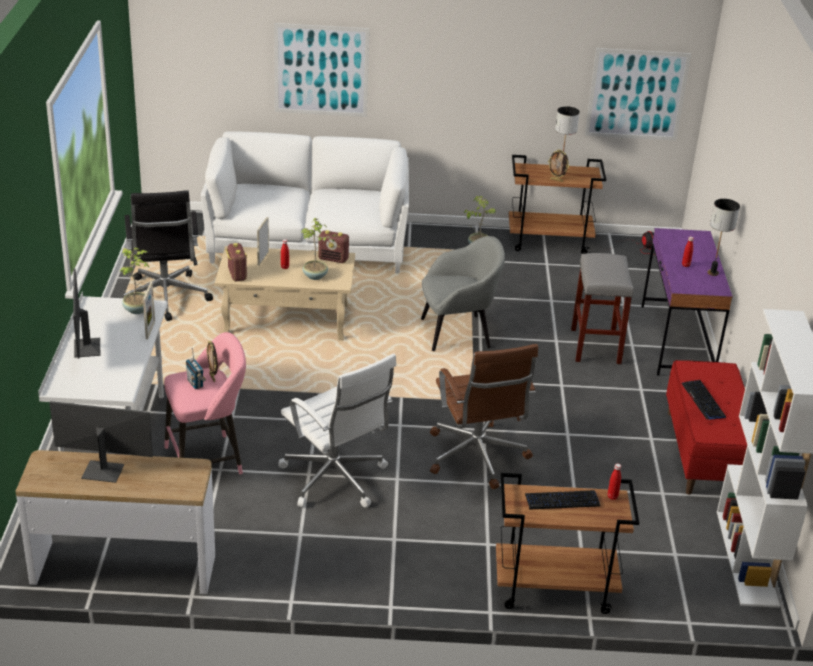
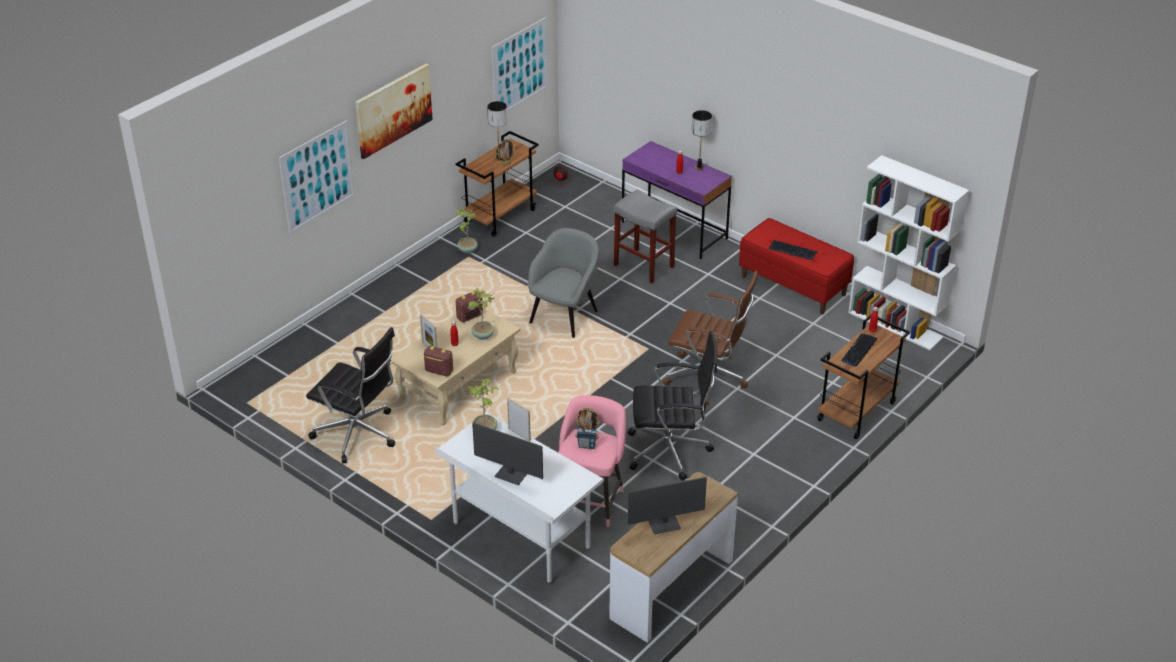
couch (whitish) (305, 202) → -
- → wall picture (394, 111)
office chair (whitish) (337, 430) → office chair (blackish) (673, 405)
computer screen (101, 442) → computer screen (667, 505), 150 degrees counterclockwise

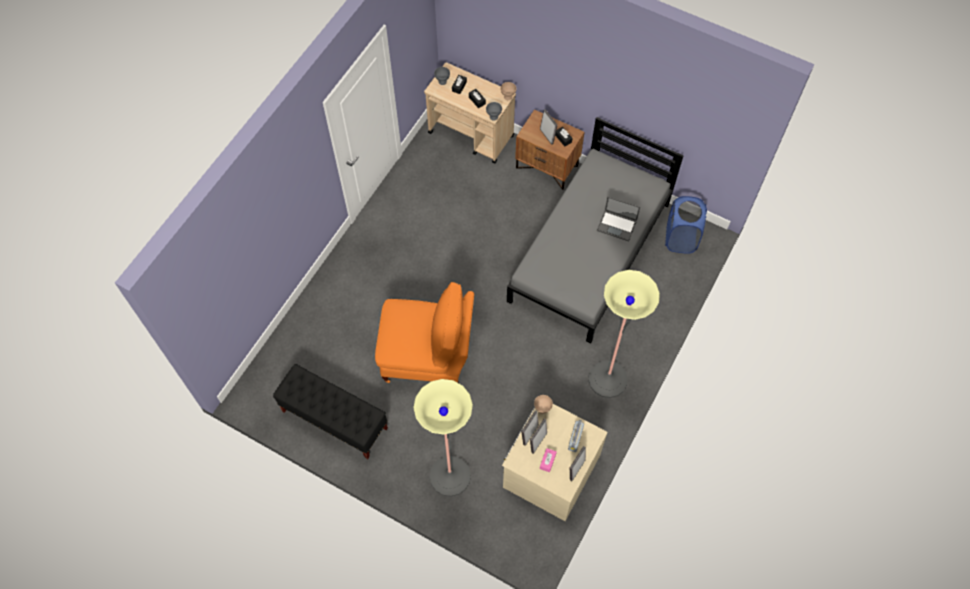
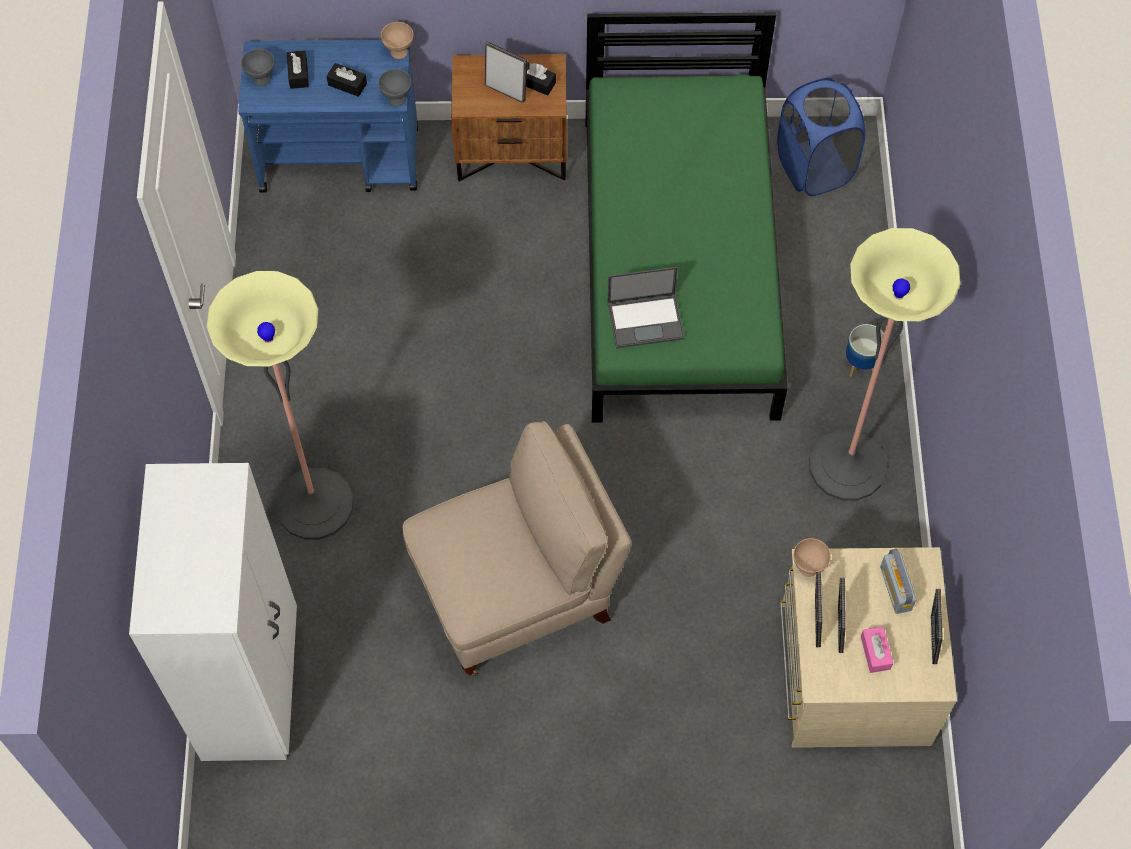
long seat (blackish) (330, 411) → -
- → wardrobe (whitish) (213, 612)
- → planter (865, 350)
standing lamp (443, 438) → standing lamp (280, 405), moved
notebook computer (618, 219) → notebook computer (646, 307), moved
plain chair (orange) (424, 332) → plain chair (sand-coloured) (517, 548)
cart (sand-coloured) (470, 112) → cart (bluish) (328, 116)
bed (grey) (595, 230) → bed (greenish) (687, 217)

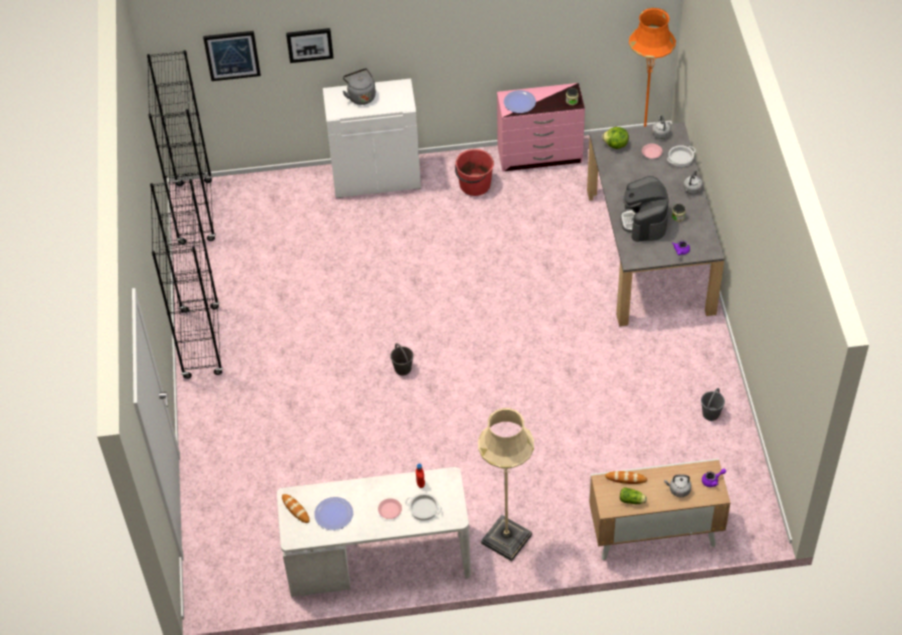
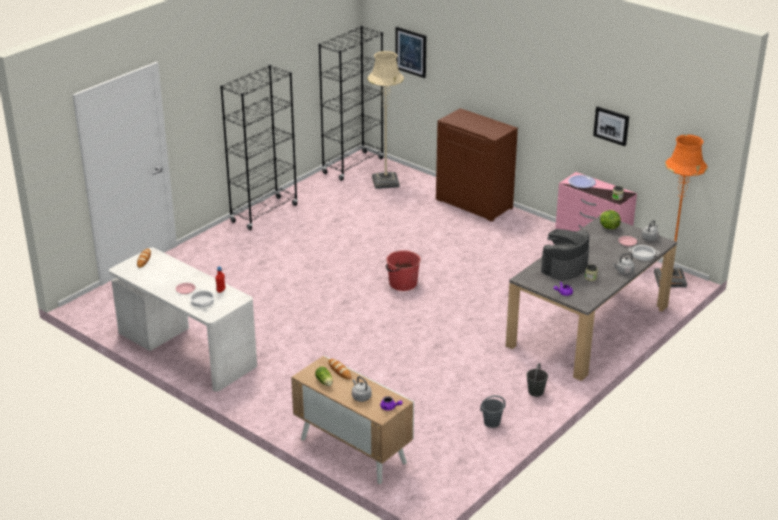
flat dish (333, 513) → -
kettle (grey) (359, 86) → -
wall picture (310, 45) → wall picture (611, 126), moved
pail (grey) (402, 359) → pail (grey) (537, 380), moved
pail (red) (474, 172) → pail (red) (403, 270), moved
standing lamp (sand-coloured) (506, 484) → standing lamp (sand-coloured) (386, 120), moved
cupboard (whitish) (372, 138) → cupboard (brown-coloured) (477, 165)

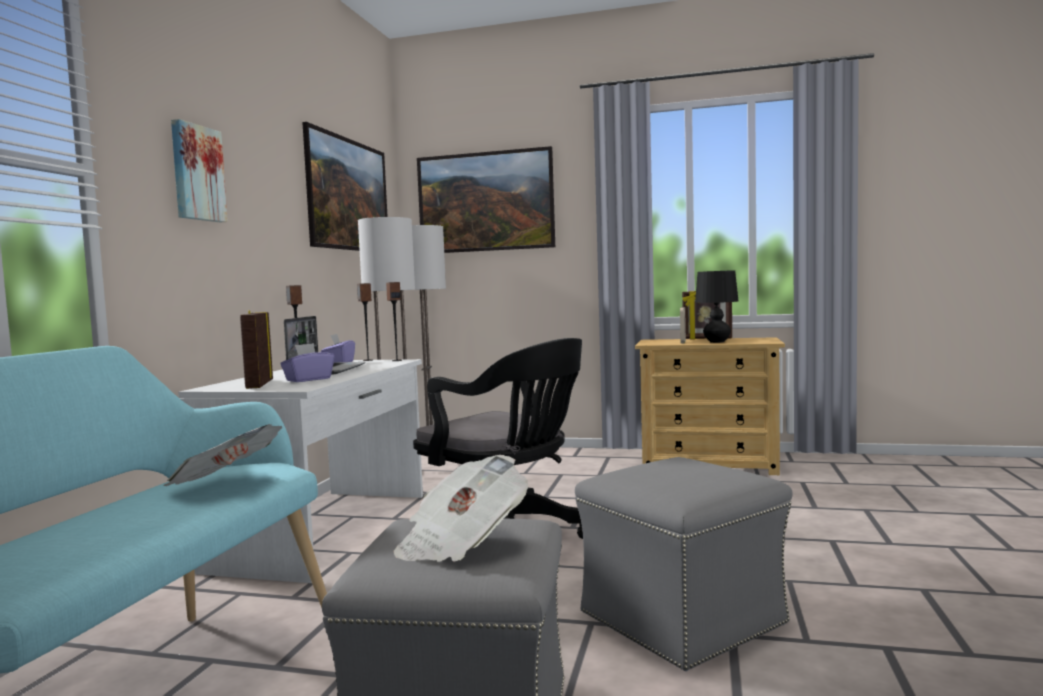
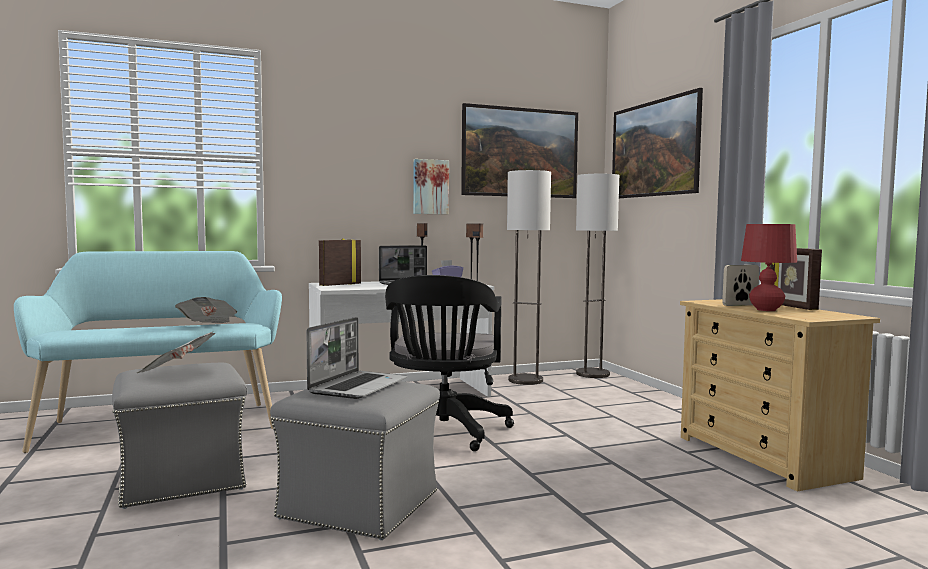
tissue box (purplish) (307, 362) → -
- → notebook computer (357, 358)
wall picture (199, 170) → wall picture (431, 186), moved
table lamp (blackish) (716, 306) → table lamp (red) (769, 267)

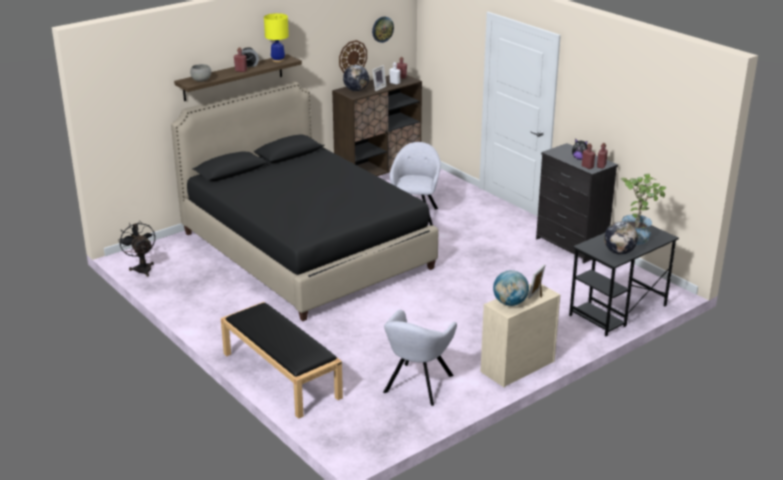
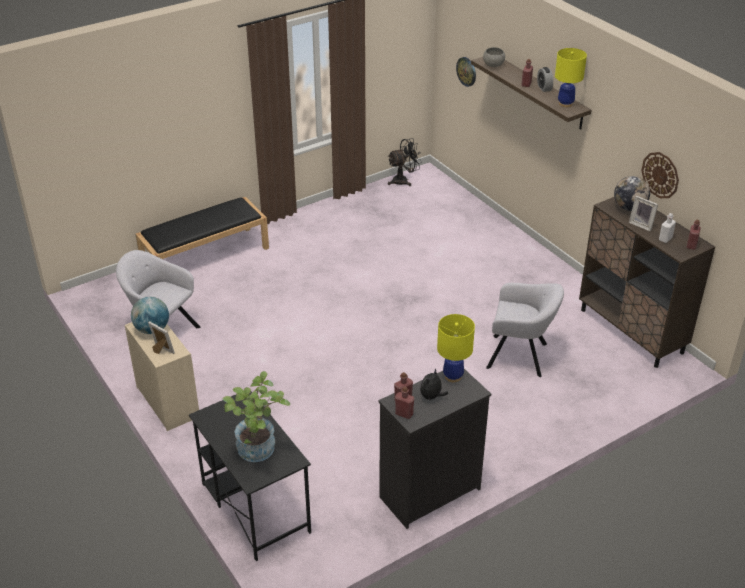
bed (blackish) (305, 201) → -
globe (621, 238) → -
- → table lamp (yellowish) (456, 348)
hanging clock (383, 30) → hanging clock (466, 72), moved

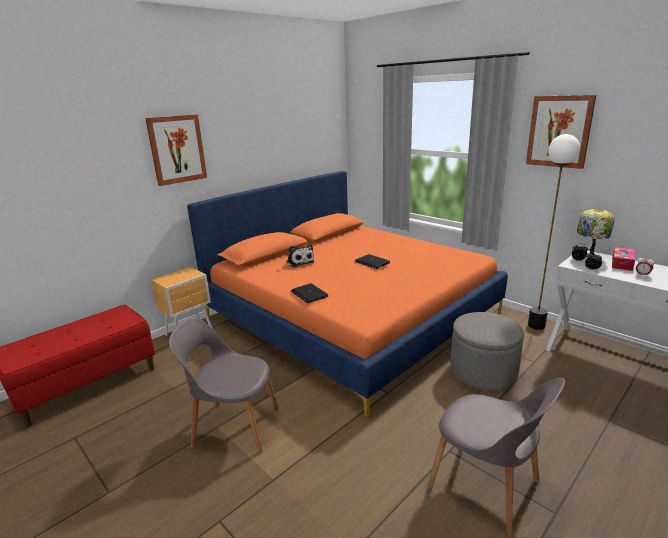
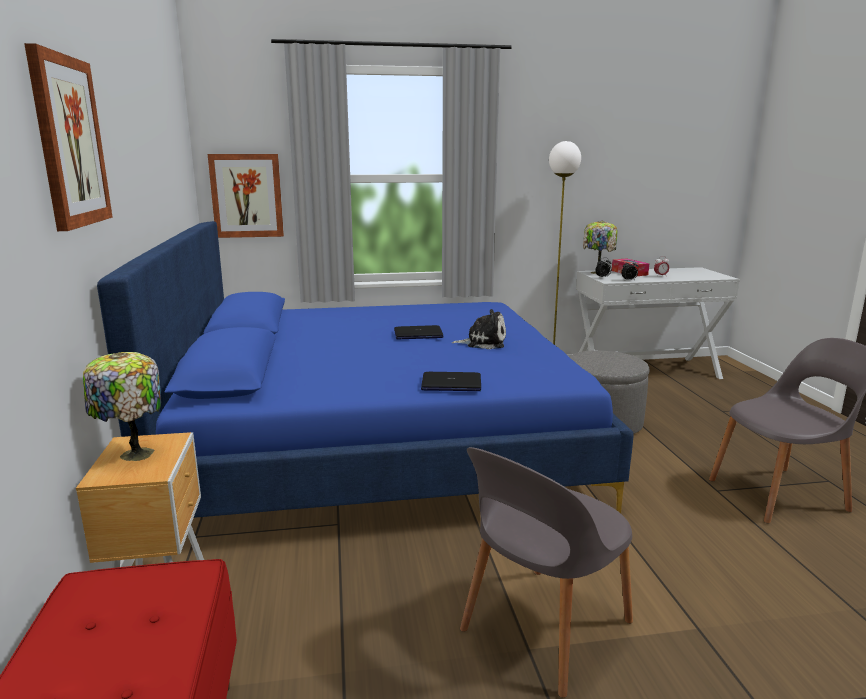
- → table lamp (122, 406)
cuddly toy (300, 255) → cuddly toy (478, 329), moved
wall picture (561, 132) → wall picture (246, 196), moved
bed (orange) (347, 294) → bed (bluish) (365, 369)

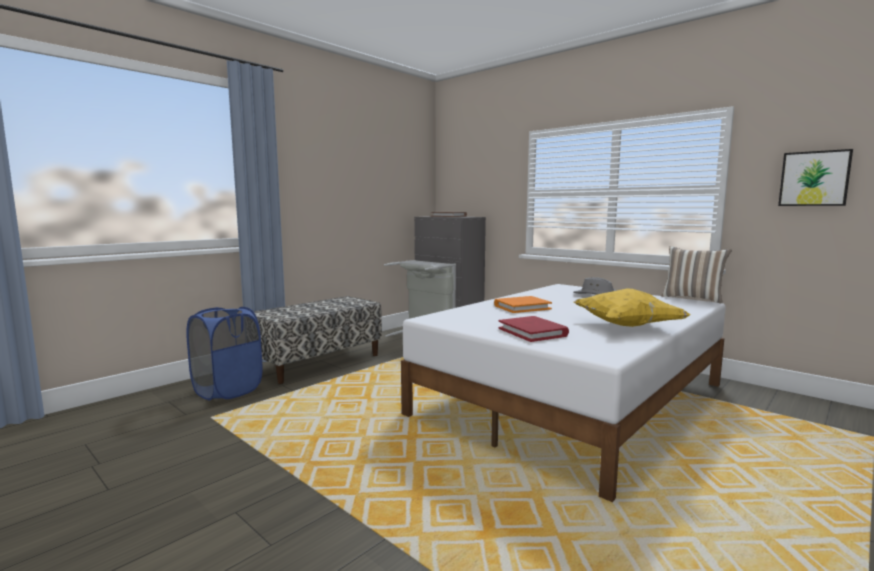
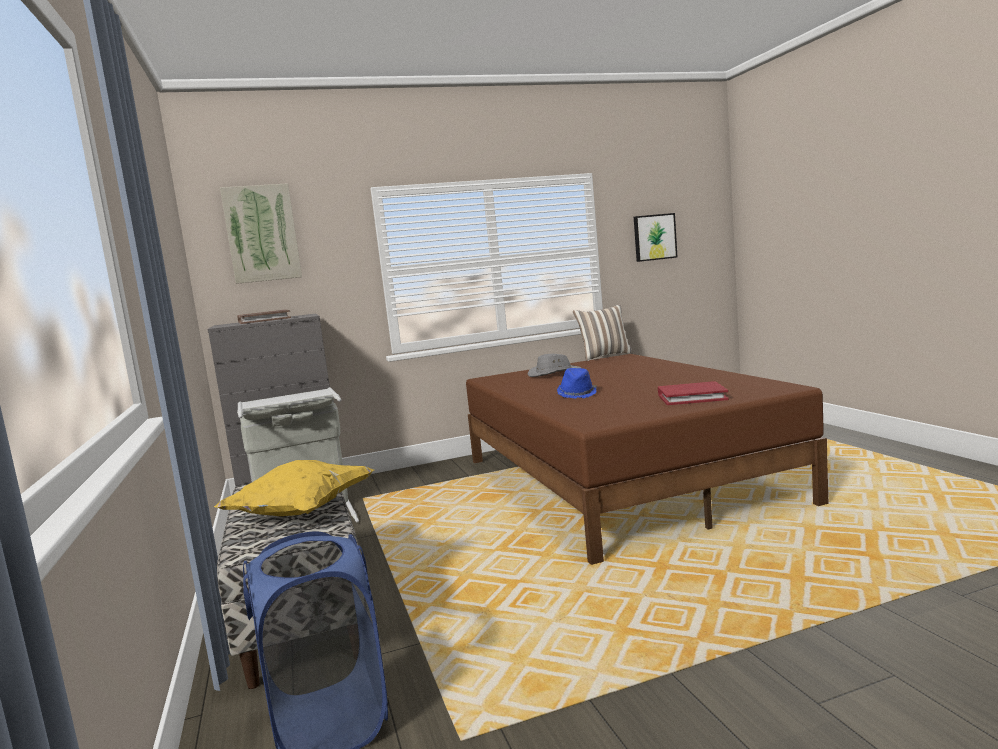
- → wall picture (261, 233)
throw pillow (yellowish) (632, 308) → throw pillow (yellowish) (294, 488), moved
volume (orange) (523, 304) → wearable hat (bluish) (577, 383)
bed (whitish) (563, 393) → bed (brown-coloured) (647, 459)

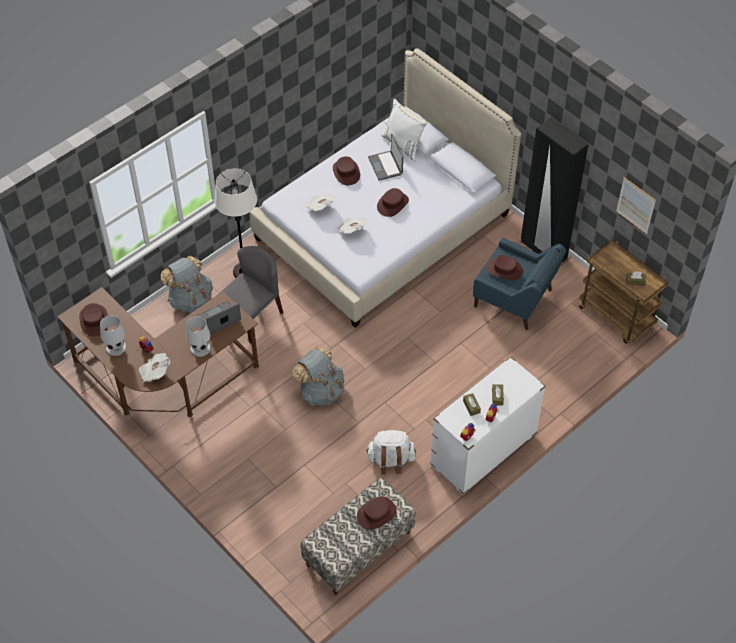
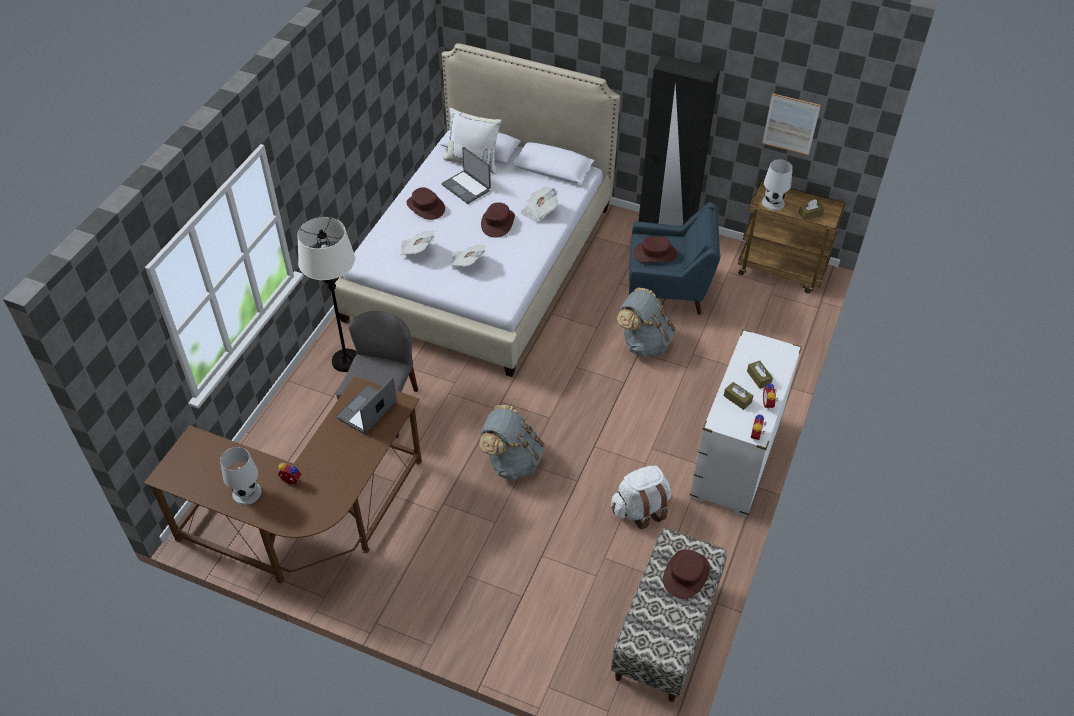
wearable hat (brown-coloured) (93, 319) → -
daily paper (154, 367) → daily paper (539, 204), moved
backpack (grey) (187, 284) → backpack (grey) (646, 322), moved
table lamp (whitish) (198, 336) → table lamp (whitish) (777, 184), moved

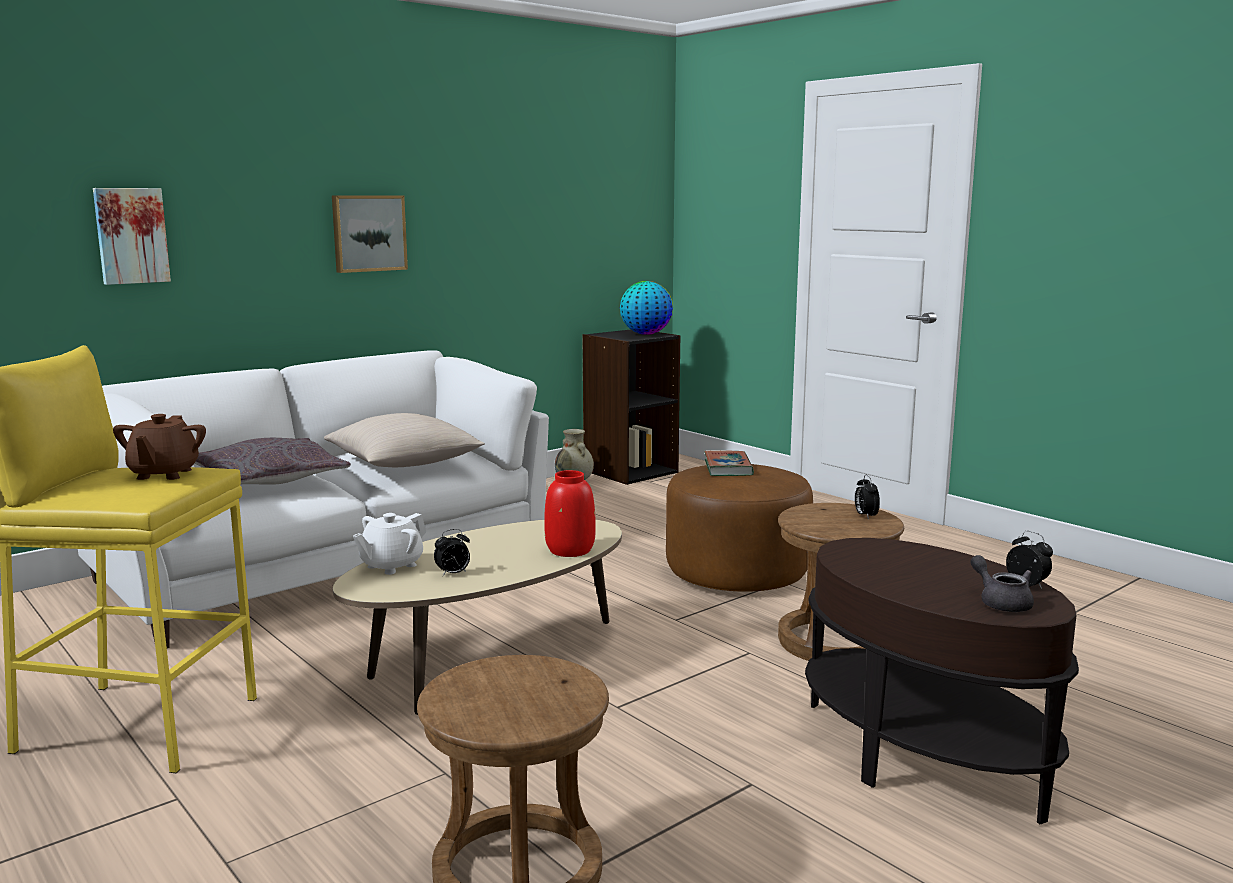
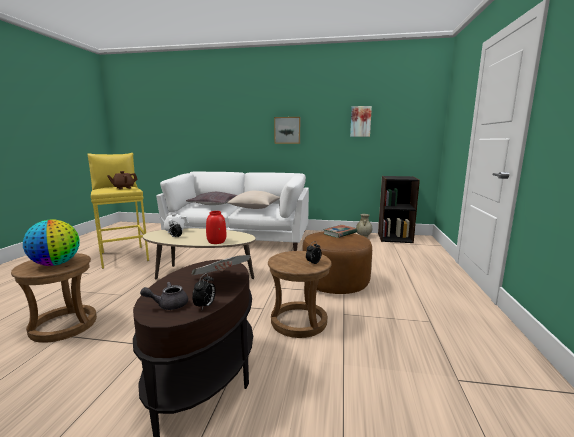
- → daily paper (220, 265)
wall picture (132, 236) → wall picture (361, 121), moved
globe (646, 308) → globe (51, 242), moved
teapot (grey) (1002, 583) → teapot (grey) (164, 296), 135 degrees counterclockwise

